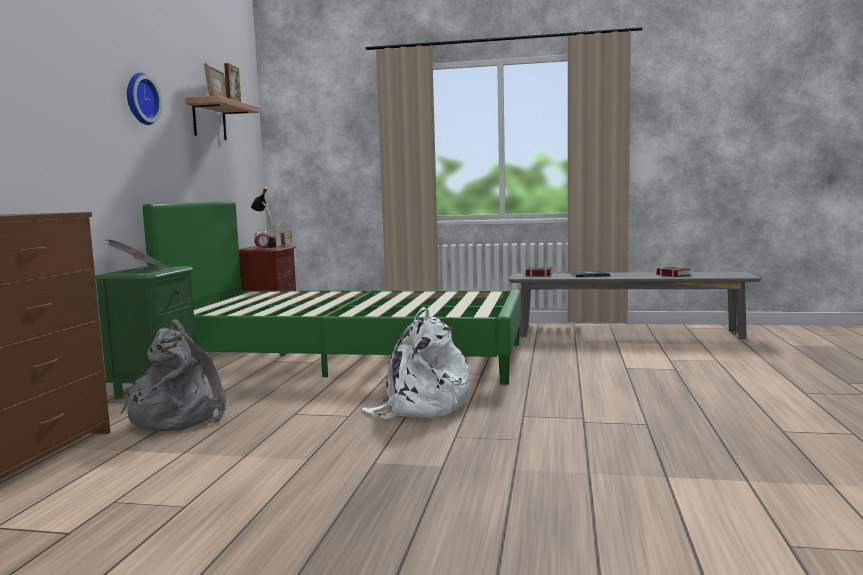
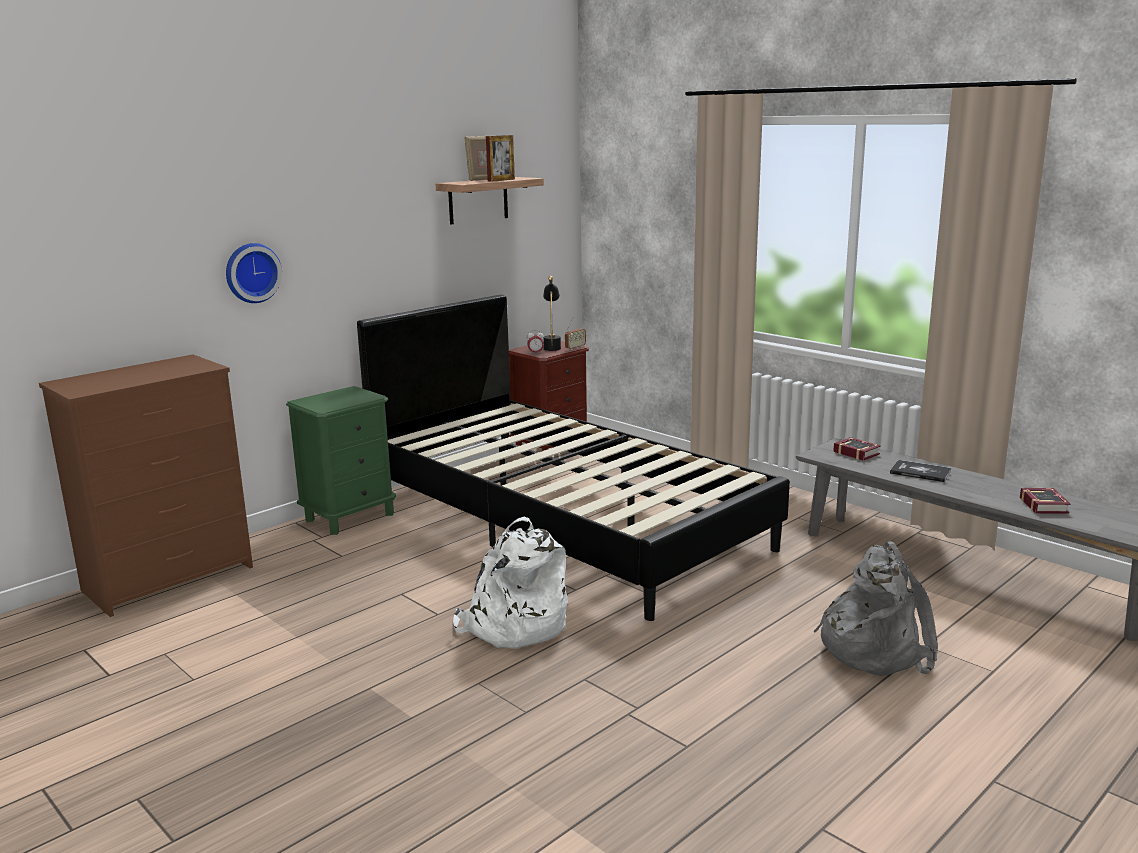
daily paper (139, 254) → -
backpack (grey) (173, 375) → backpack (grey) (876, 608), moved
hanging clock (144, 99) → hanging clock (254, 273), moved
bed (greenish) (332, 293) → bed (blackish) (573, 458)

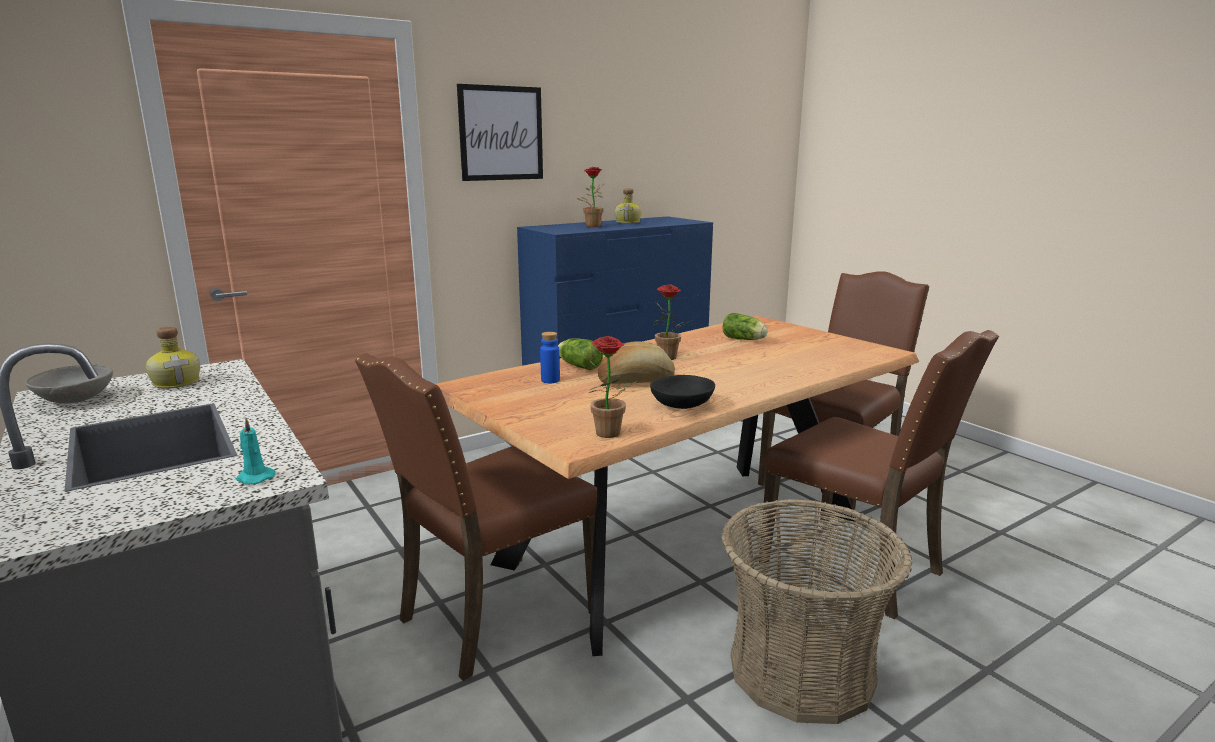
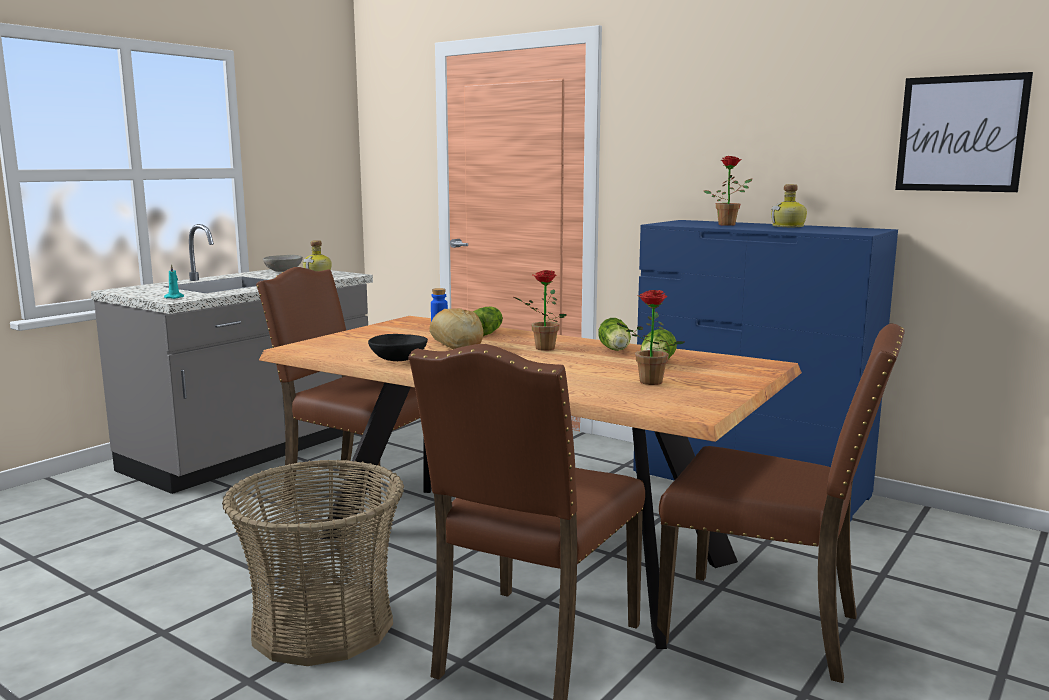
- → lettuce head (614, 334)
wall picture (500, 132) → wall picture (964, 132), moved
potted plant (613, 387) → potted plant (650, 337), moved

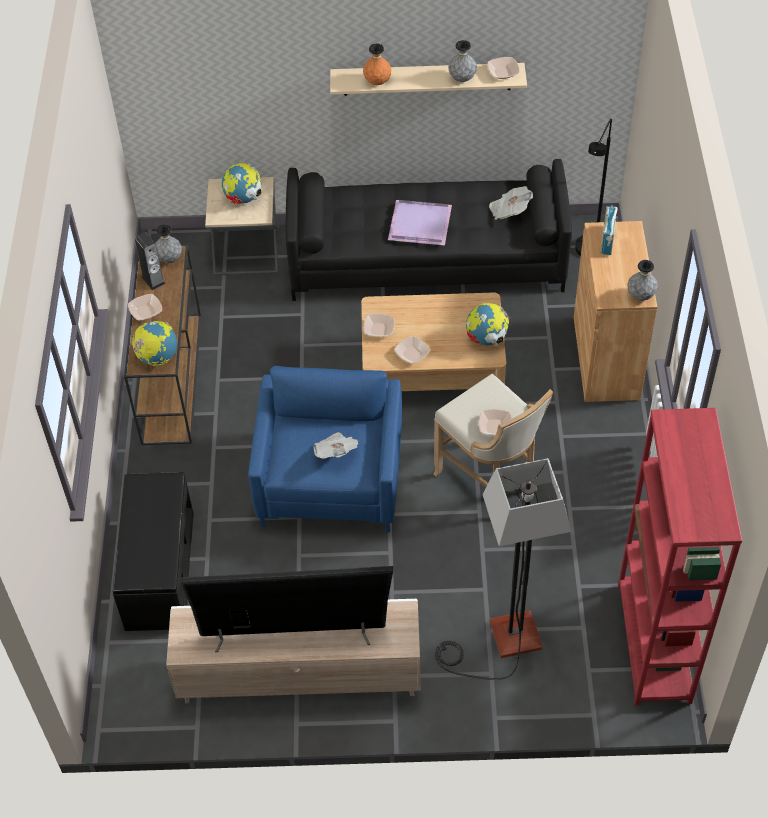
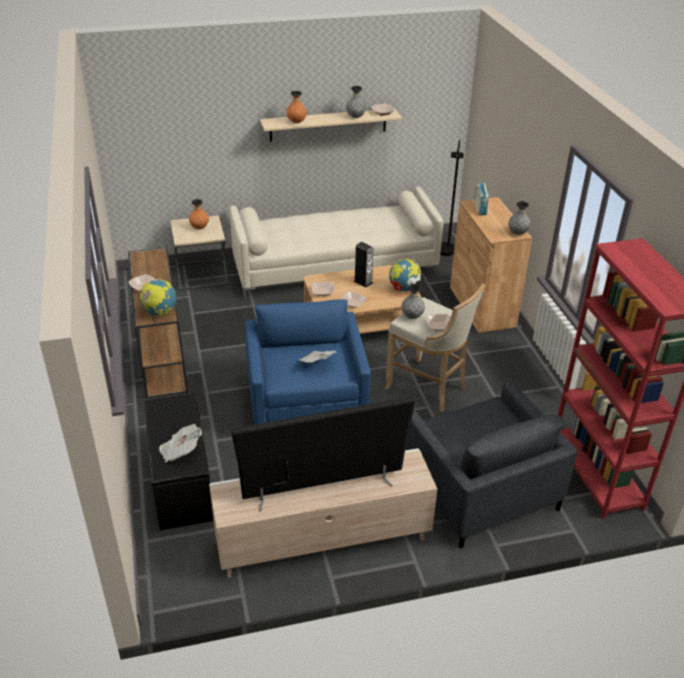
tray (purplish) (420, 222) → -
loudspeaker (149, 261) → loudspeaker (363, 265), moved
vase (grey) (168, 243) → vase (grey) (413, 301), moved
daily paper (511, 203) → daily paper (180, 443), moved
globe (241, 183) → vase (orange) (199, 214)
standing lamp (503, 569) → lounge chair (grey) (491, 465)
couch (blackish) (428, 230) → couch (sand-coloured) (337, 243)

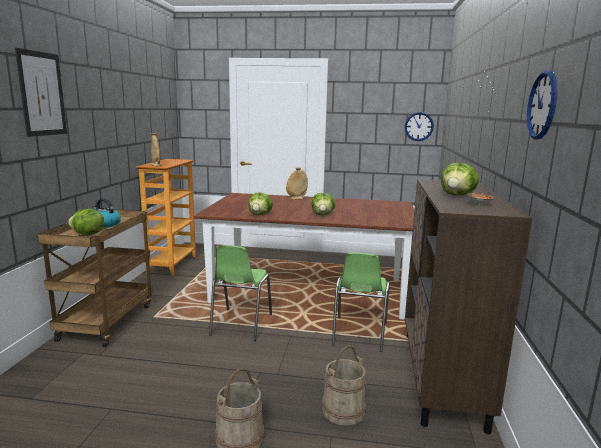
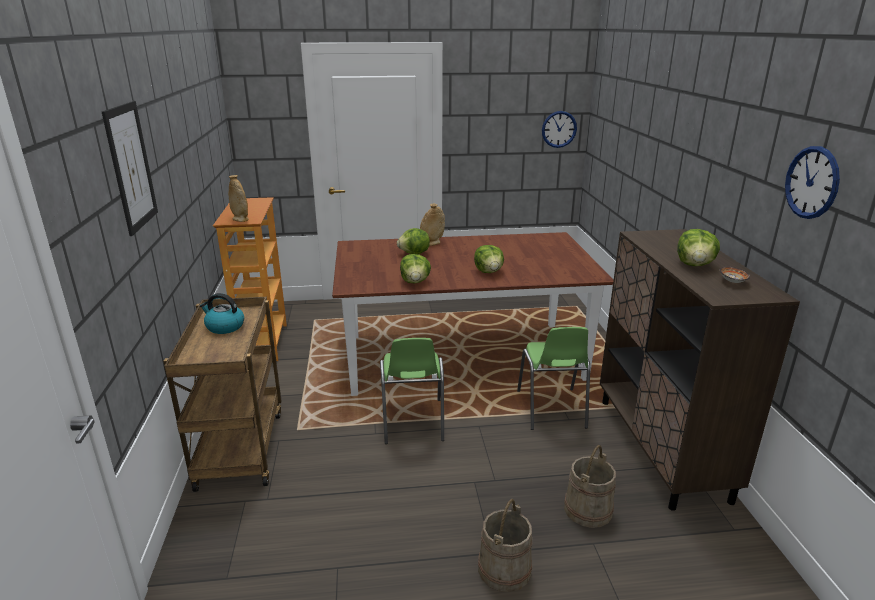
lettuce head (86, 222) → lettuce head (413, 241), moved

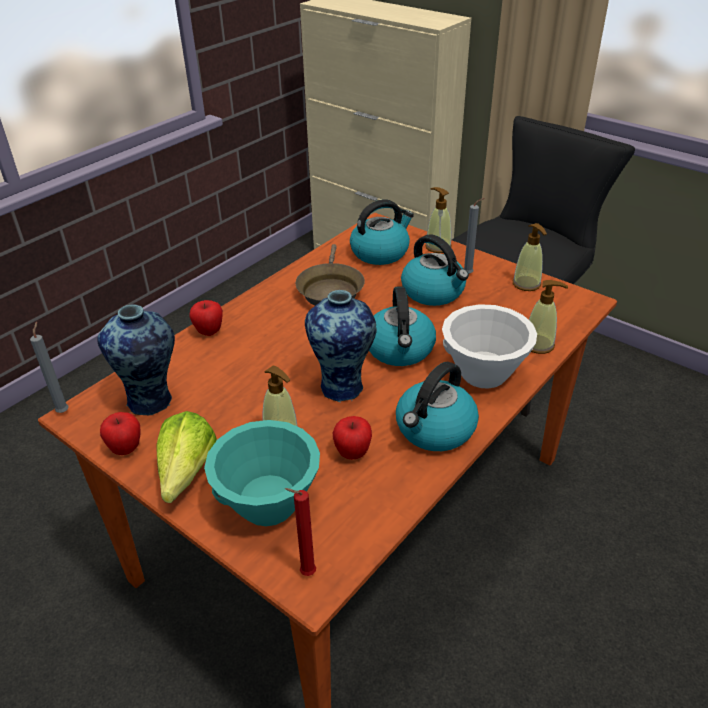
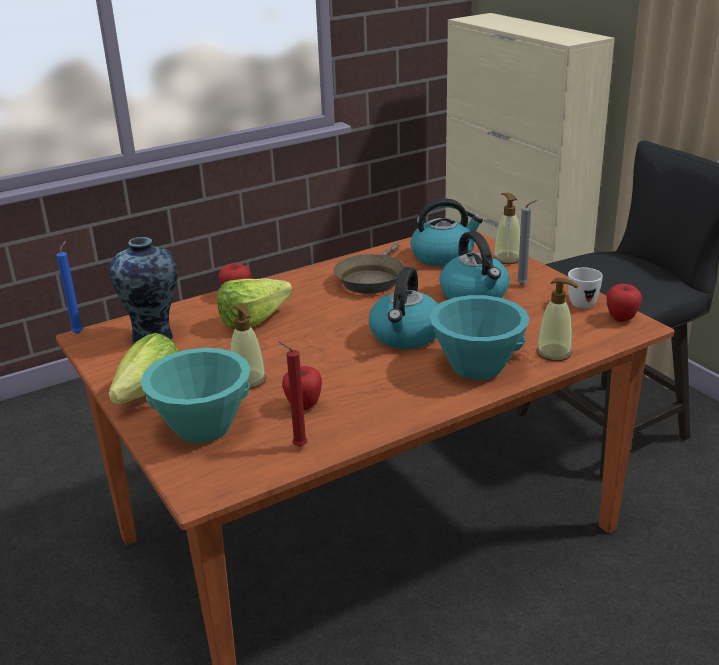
vase (341, 346) → -
kettle (437, 406) → -
- → lettuce head (254, 304)
whole apple (120, 433) → whole apple (624, 303), moved
wax light (red) (300, 532) → wax light (red) (293, 394), moved
soap bottle (530, 257) → tea mug (whitish) (585, 288)
wax light (grey) (49, 367) → wax light (bluish) (69, 287)
serving bowl (whitish) (489, 346) → serving bowl (turquoise) (479, 337)

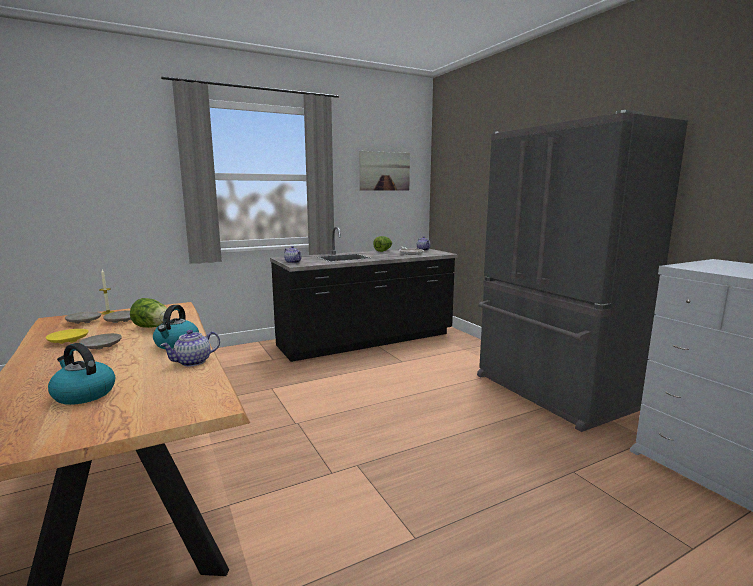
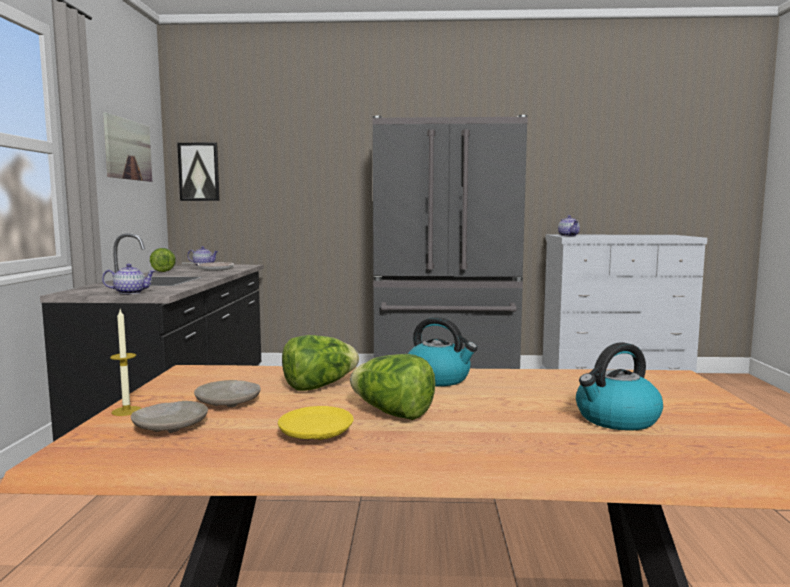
- → wall picture (198, 172)
teapot (190, 348) → teapot (569, 225), moved
flat dish (sand-coloured) (100, 341) → lettuce head (393, 387)

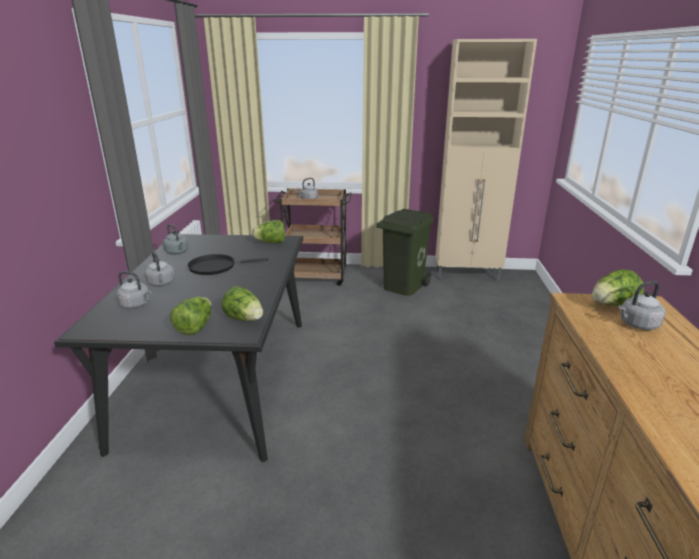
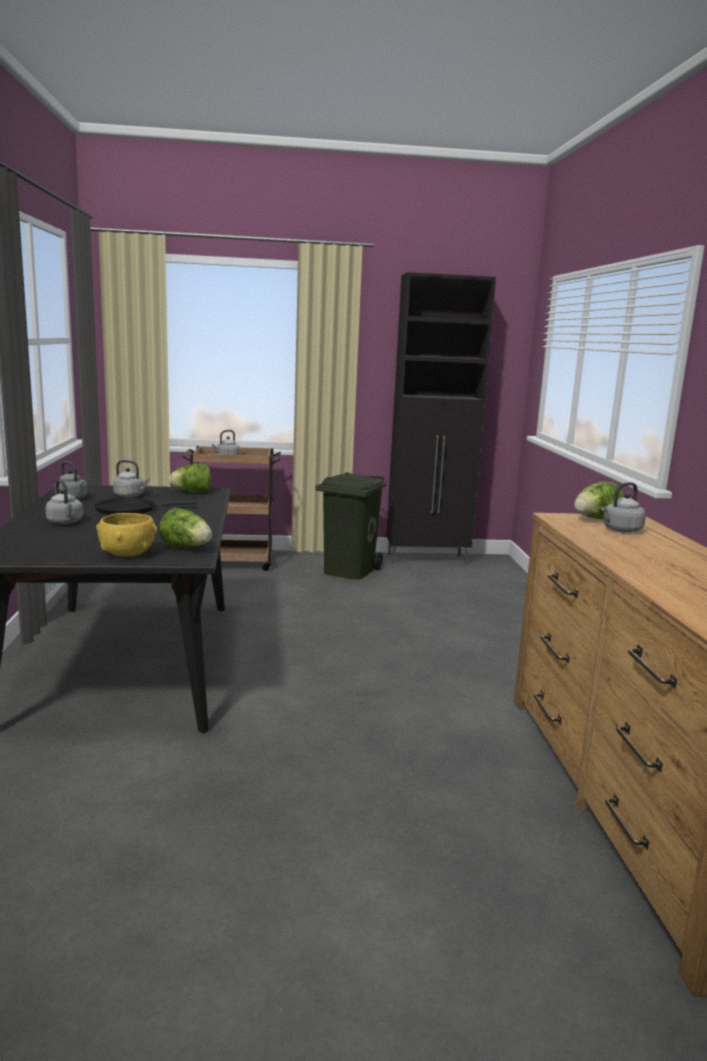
kettle (grey) (134, 290) → kettle (grey) (131, 479), moved
lettuce head (191, 316) → serving bowl (yellowish) (126, 534)
cupboard (sand-coloured) (486, 160) → cupboard (blackish) (441, 418)

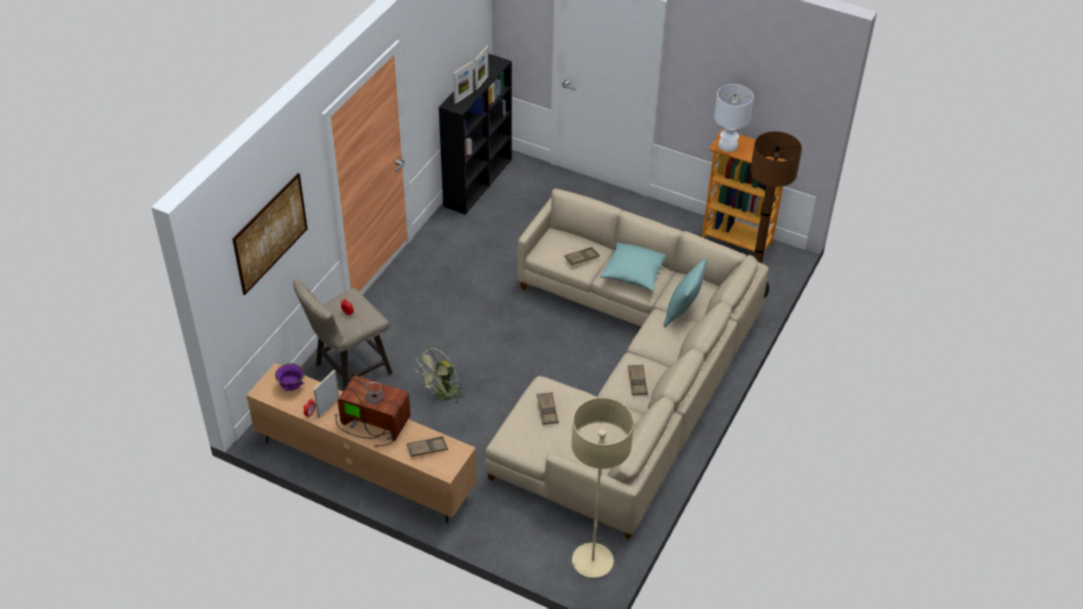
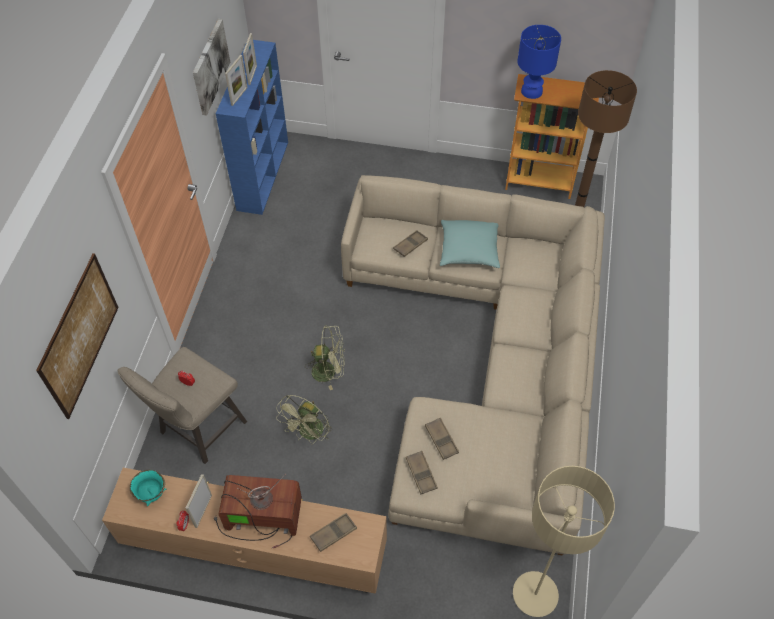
throw pillow (turquoise) (685, 292) → -
- → wall picture (211, 67)
- → electric fan (greenish) (325, 357)
tray (brown-coloured) (638, 379) → tray (brown-coloured) (422, 473), moved
serving bowl (purplish) (290, 377) → serving bowl (turquoise) (148, 488)
shelving unit (blackish) (475, 134) → shelving unit (bluish) (252, 127)
table lamp (whitish) (734, 118) → table lamp (bluish) (539, 62)

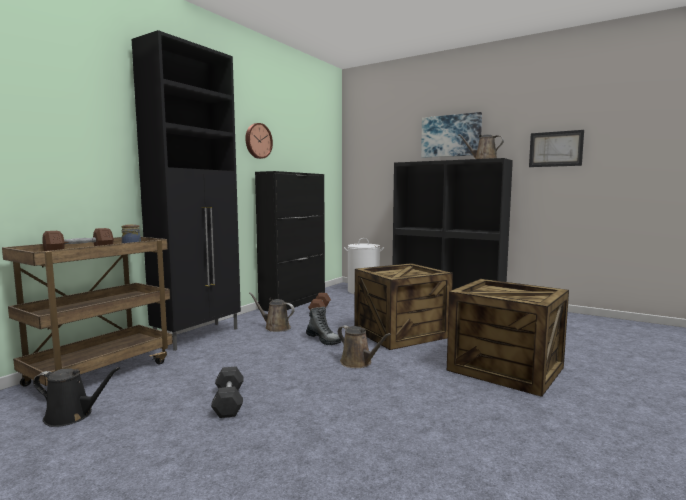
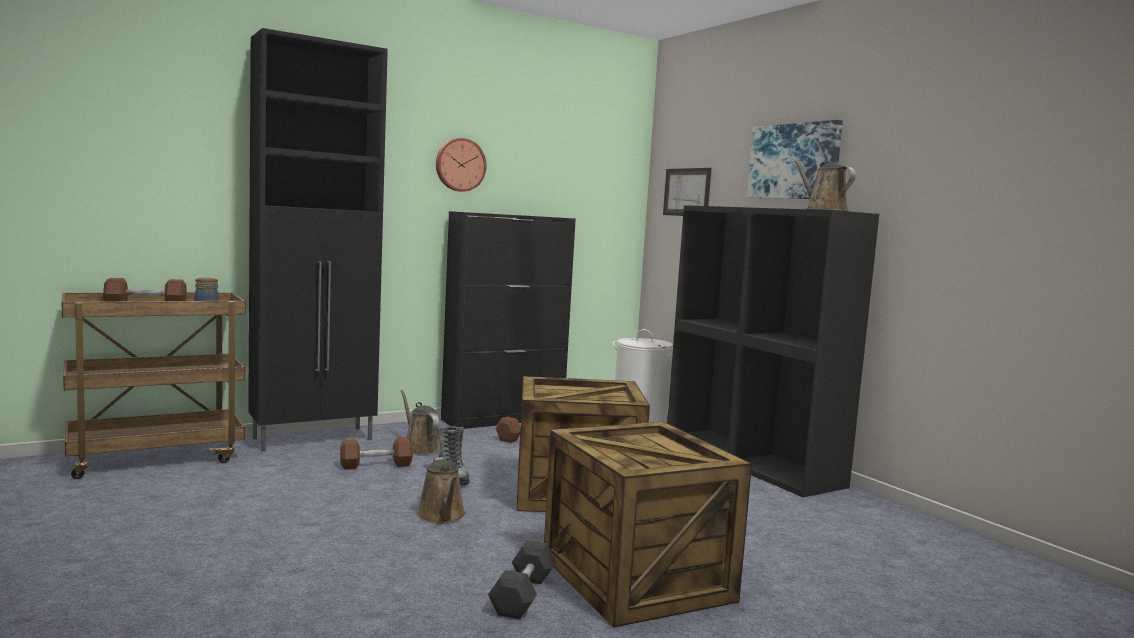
watering can (blackish) (76, 397) → -
- → hand weight (brown-coloured) (376, 453)
hand weight (grey) (227, 392) → hand weight (grey) (522, 579), moved
wall picture (556, 148) → wall picture (687, 192), moved

